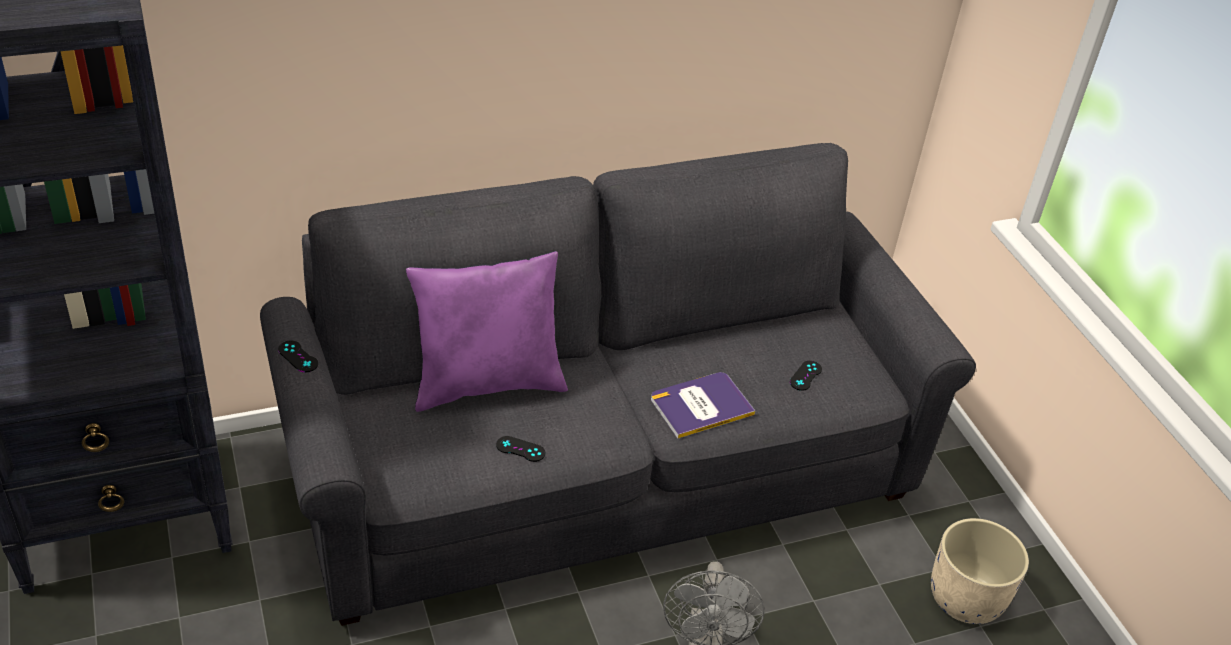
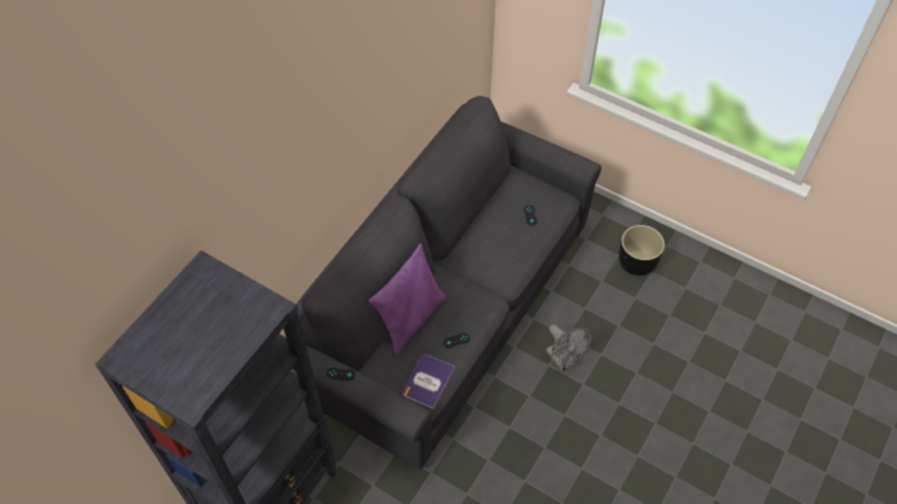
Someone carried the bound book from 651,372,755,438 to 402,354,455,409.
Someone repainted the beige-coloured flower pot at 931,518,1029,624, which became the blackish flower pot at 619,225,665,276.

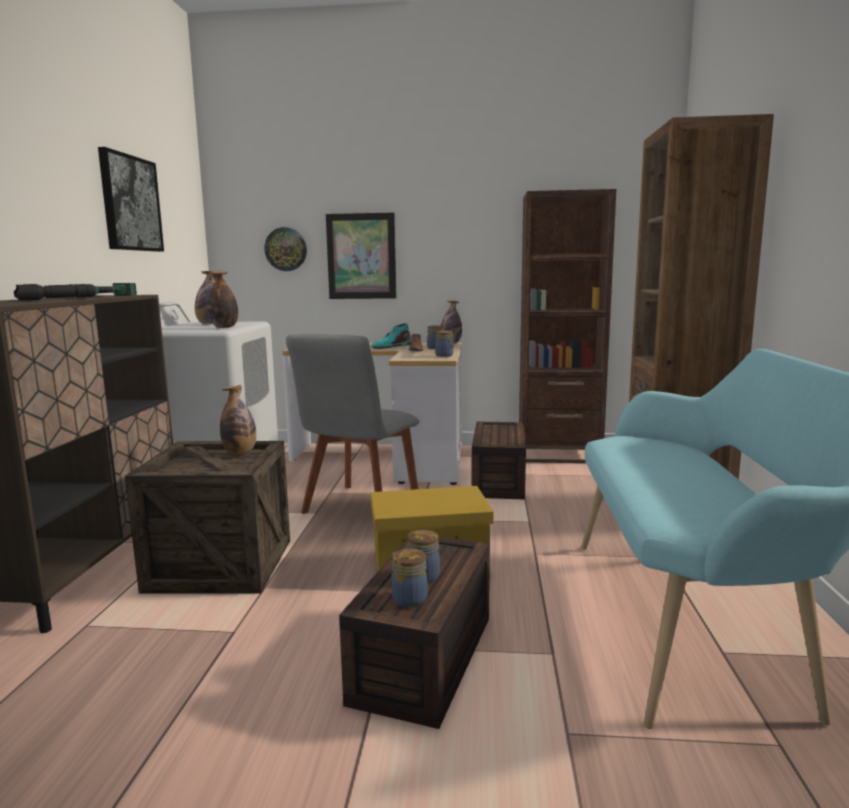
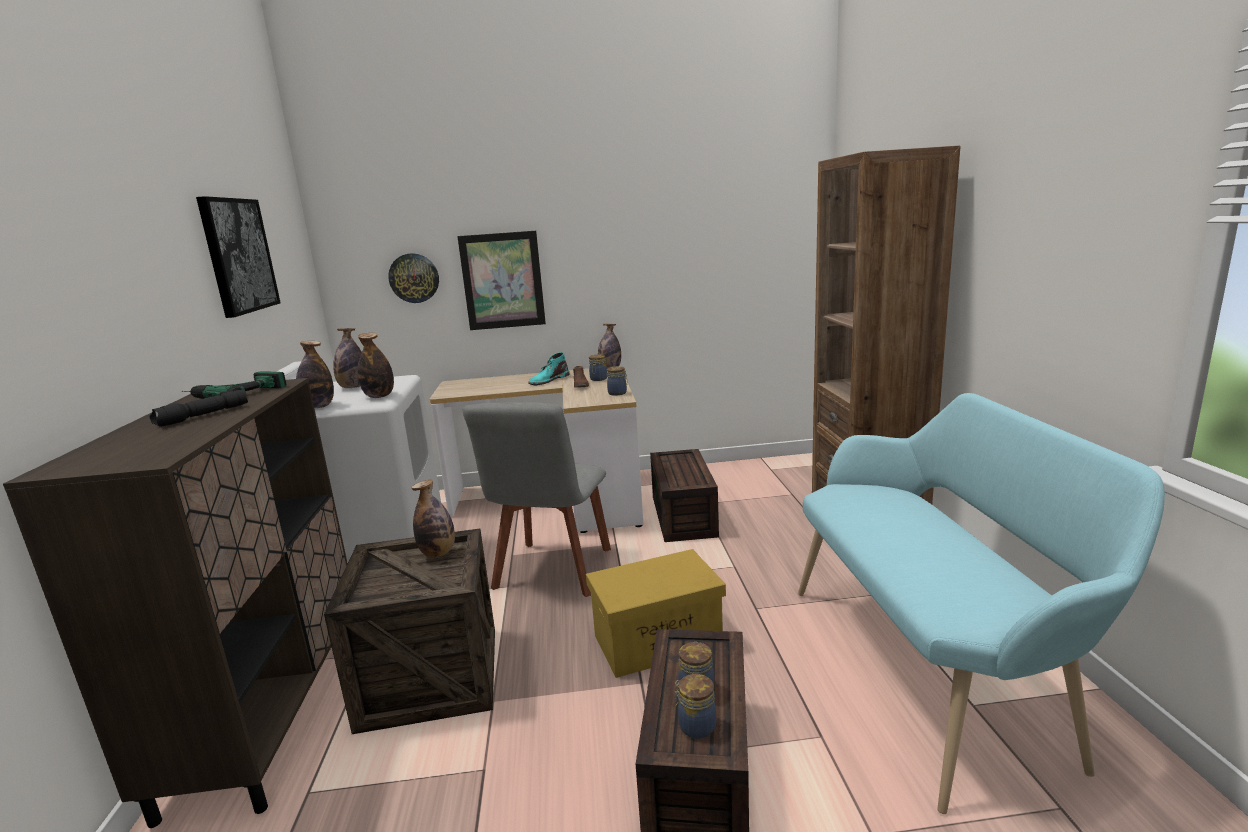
Someone took away the brown bookshelf at 519,189,616,463.
Someone put down the bottle at 296,341,334,408.

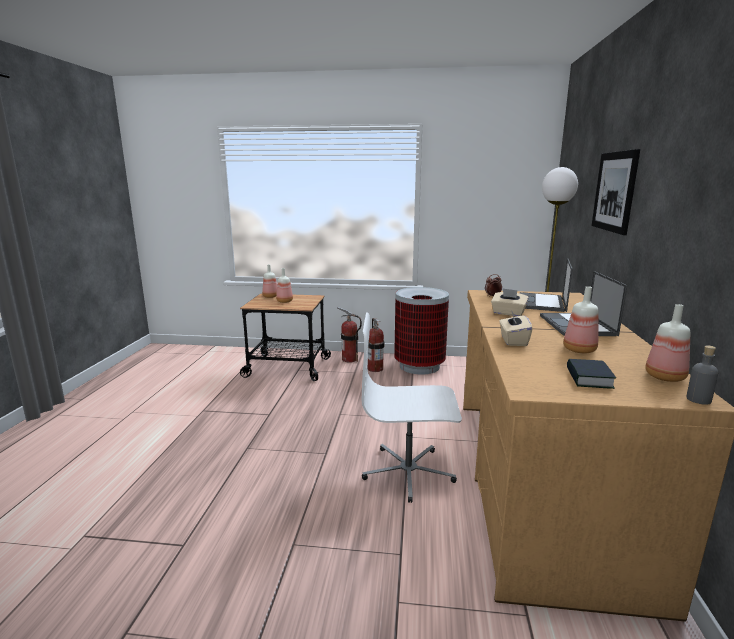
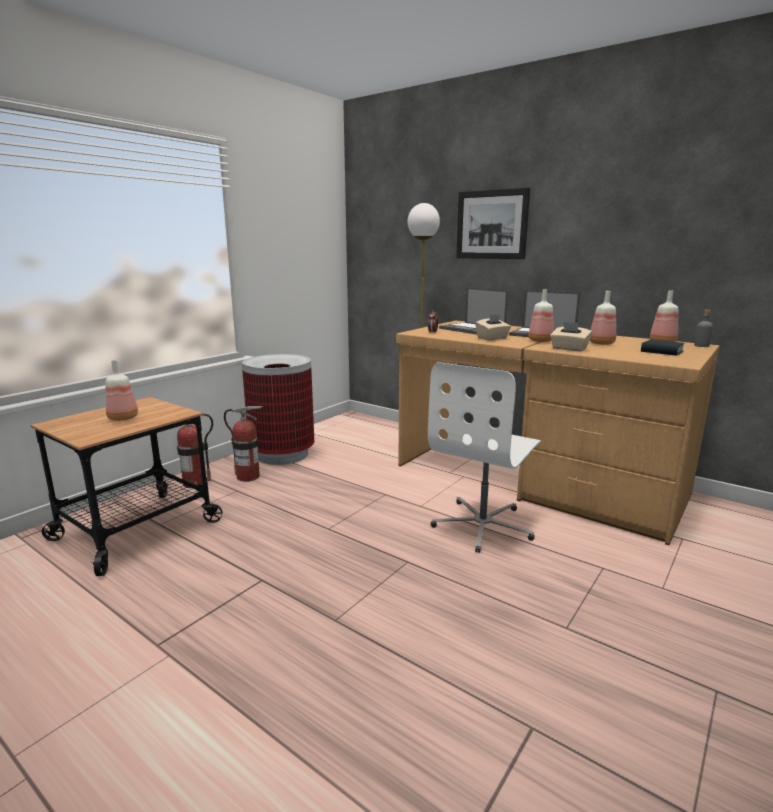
Someone carried the bottle from 262,264,277,298 to 529,290,554,342.

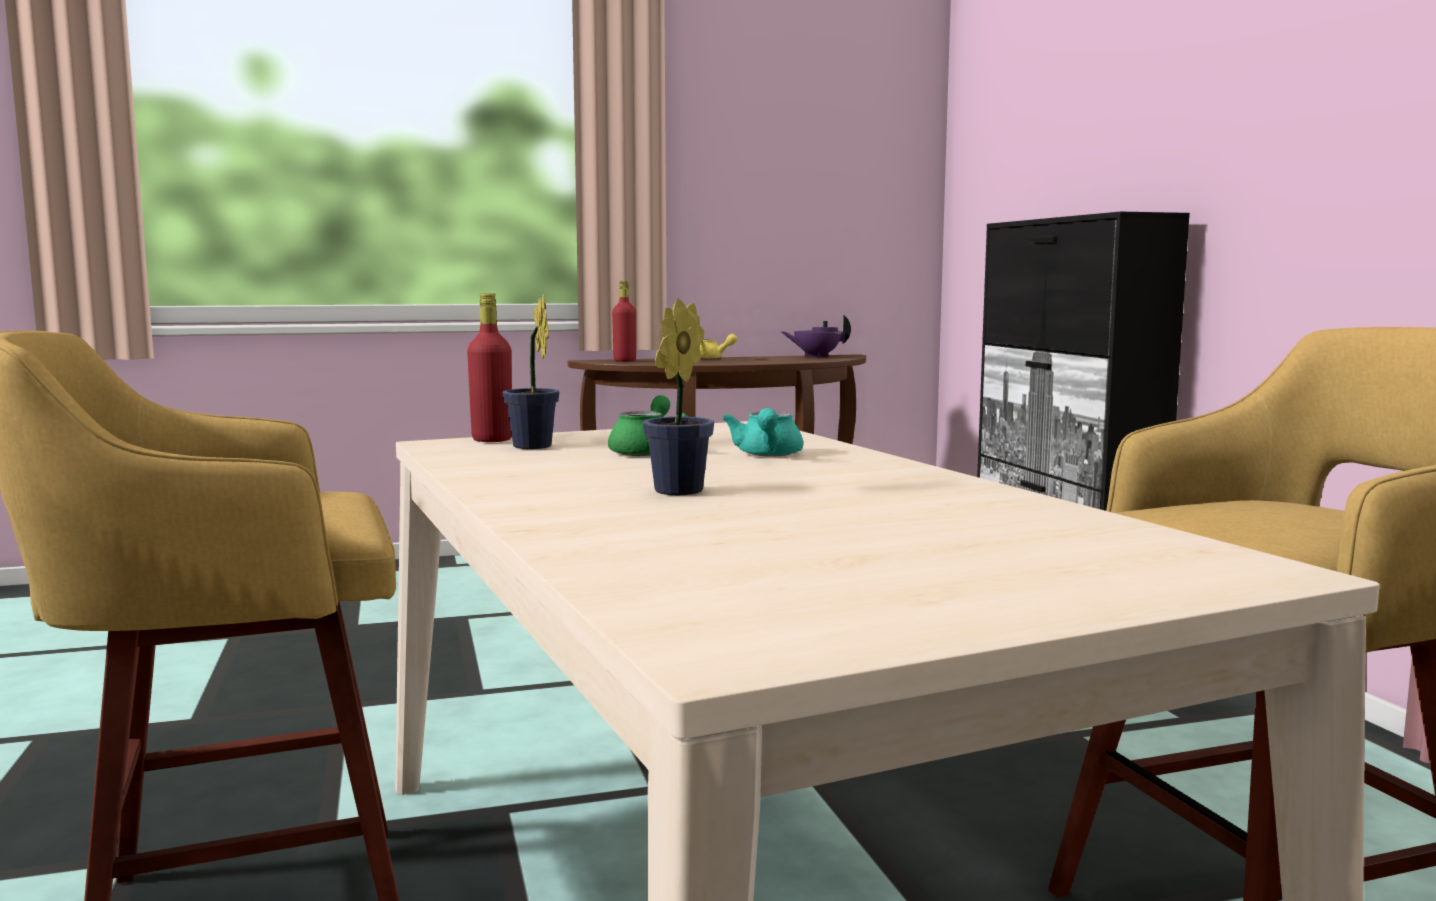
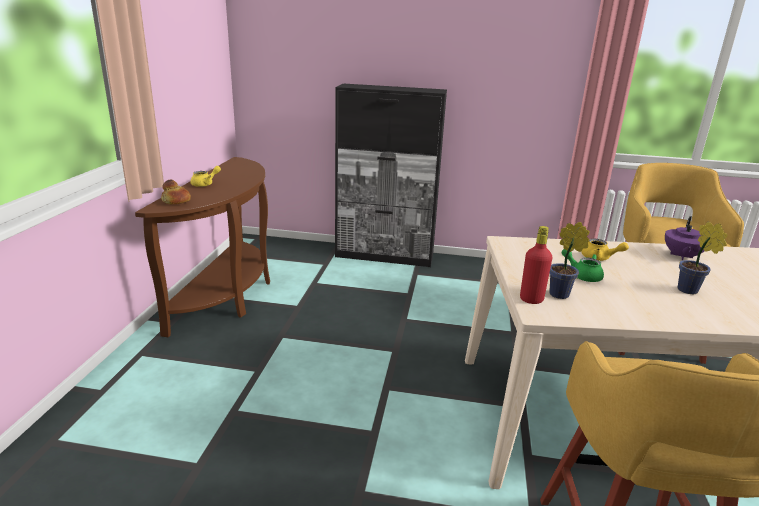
Someone carried the purplish pot for tea from 782,315,851,357 to 665,216,704,260.
Someone swapped the red bottle at 612,281,636,362 for the bakery bread at 161,180,191,204.
Someone repainted the turquoise pot for tea at 723,408,803,456, which became the yellow pot for tea at 581,239,629,261.

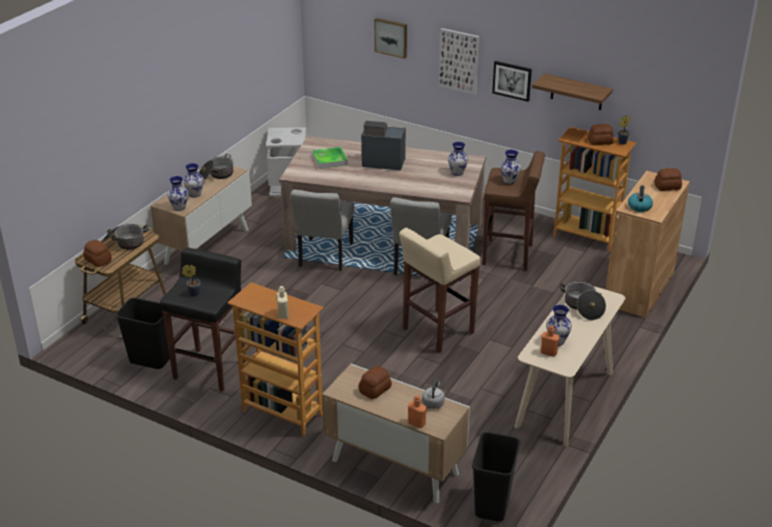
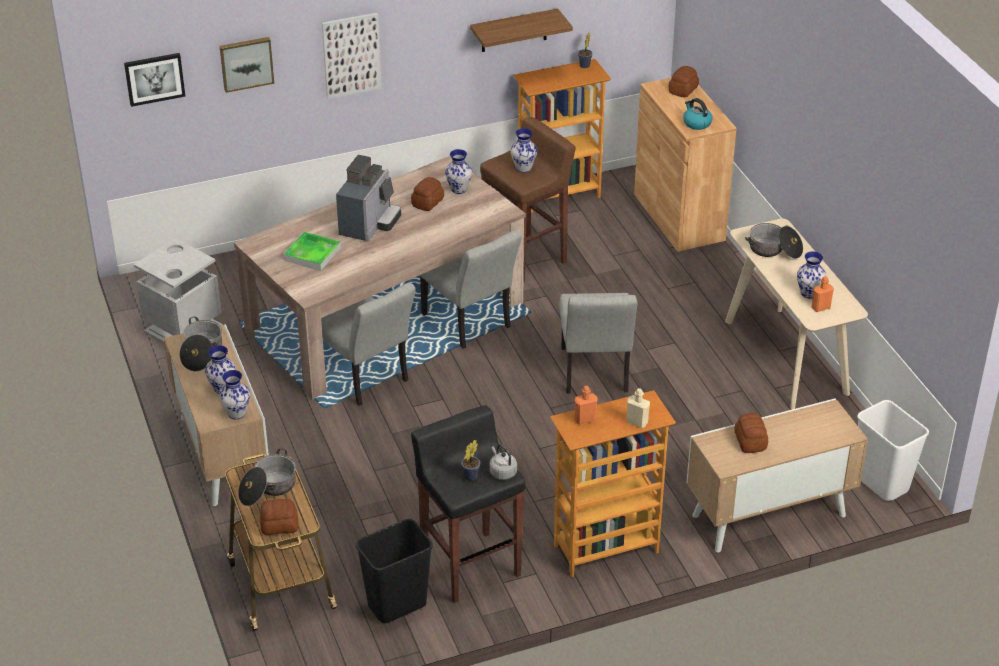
Someone carried the orange bottle from 408,395,427,428 to 574,386,598,425.
Someone carried the grey kettle from 422,380,445,409 to 489,444,517,480.
Someone carried the wall art from 492,61,532,102 to 124,53,186,107.
Someone carried the bakery bread from 588,124,614,145 to 411,177,444,211.
Someone swapped the beige-coloured stool at 399,228,481,353 for the grey plain chair at 559,293,637,394.
Someone repainted the blackish waste bin at 472,432,520,521, which became the whitish waste bin at 857,400,929,501.
Someone rotated the coffee brewer at 361,121,406,170 by 150 degrees clockwise.

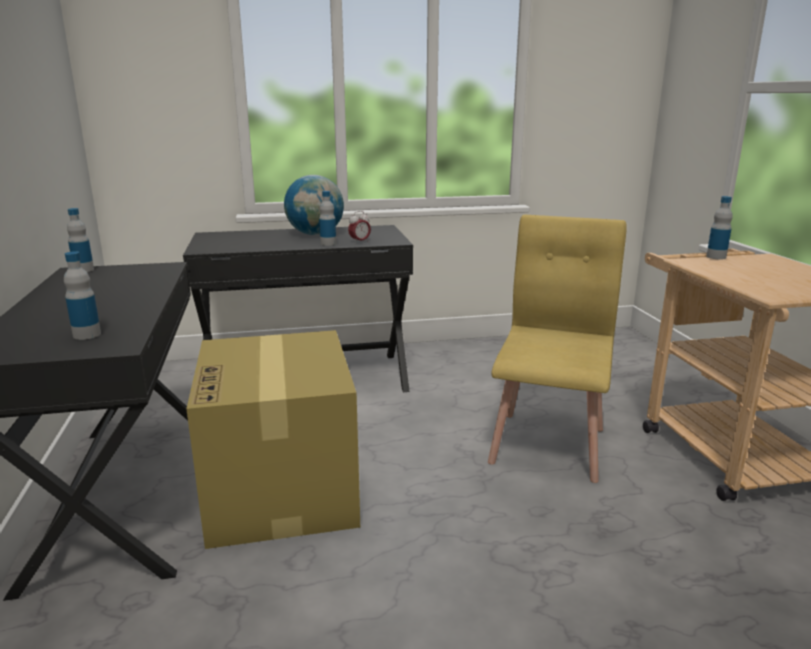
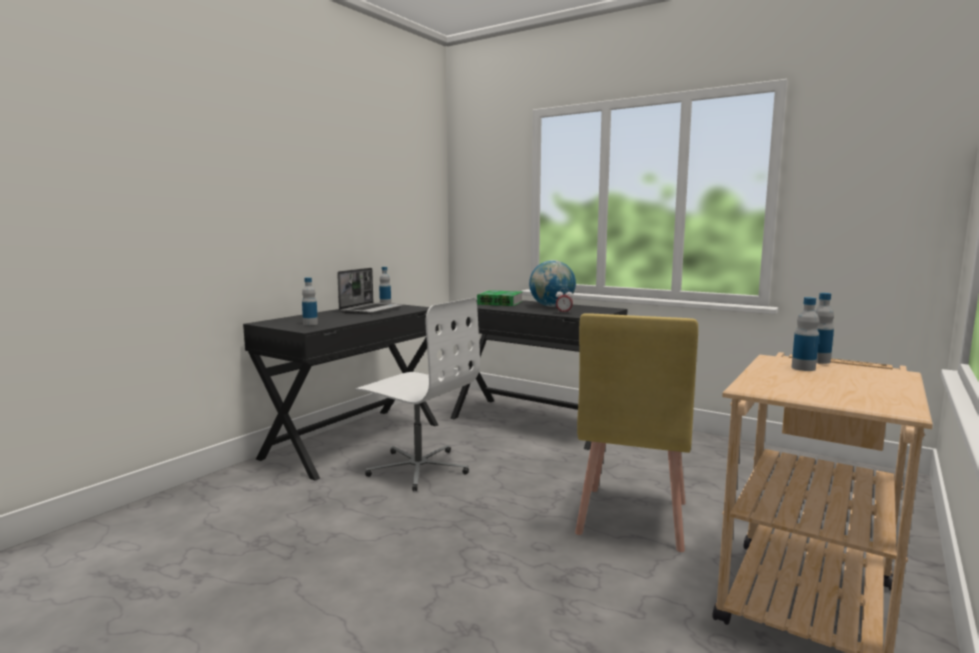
Someone put down the notebook computer at 337,268,403,314.
Someone put down the bound book at 477,290,522,306.
Someone carried the bottle from 319,191,336,246 to 792,297,819,371.
Someone swapped the packing box at 186,330,360,549 for the whitish office chair at 355,298,480,491.
Someone rotated the yellow plain chair at 488,215,627,483 by 135 degrees clockwise.

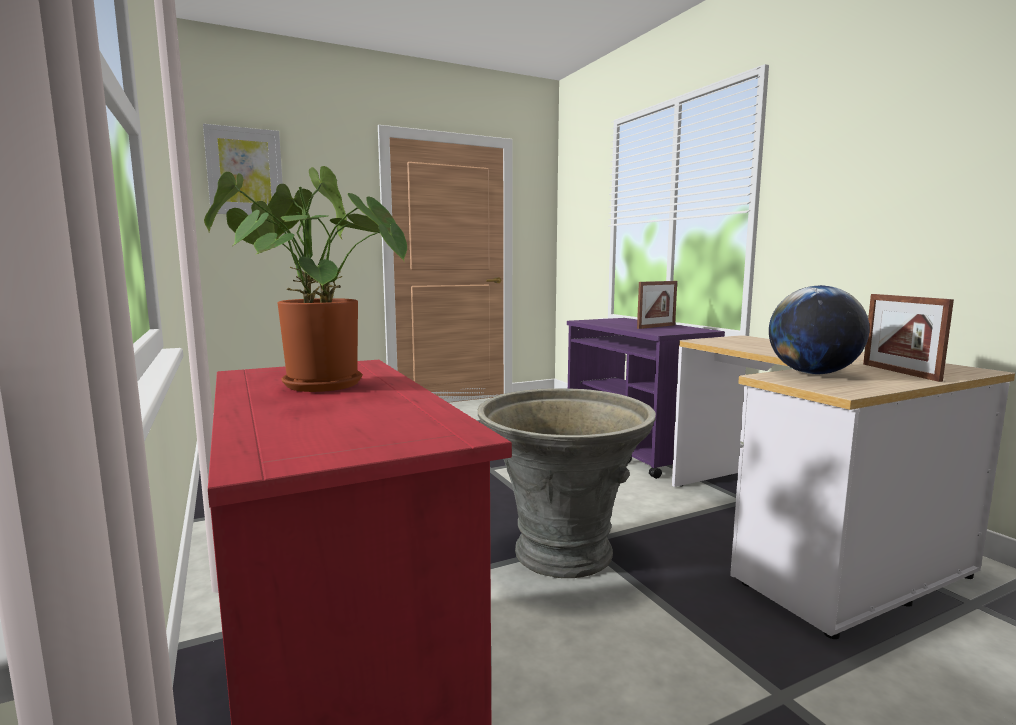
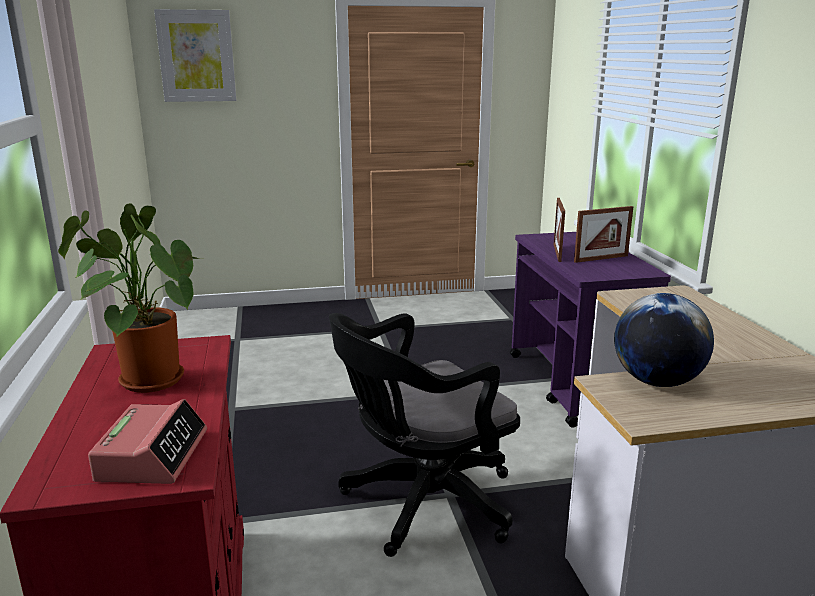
Someone put down the alarm clock at 88,399,207,484.
Someone carried the standing frame from 863,294,954,382 to 554,198,565,262.
Someone swapped the grey flower pot at 478,388,656,578 for the blackish office chair at 329,313,520,557.

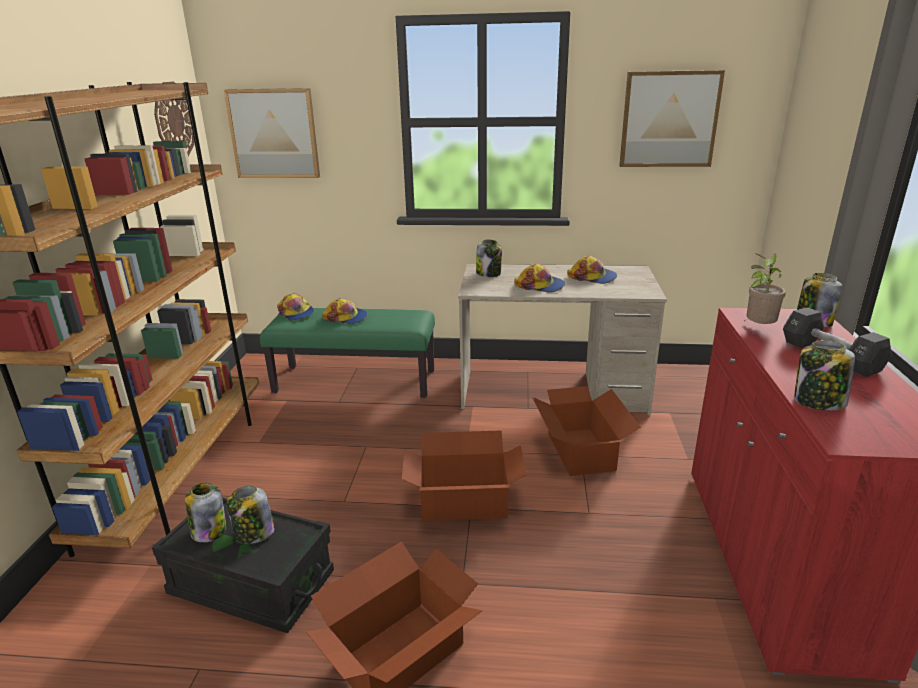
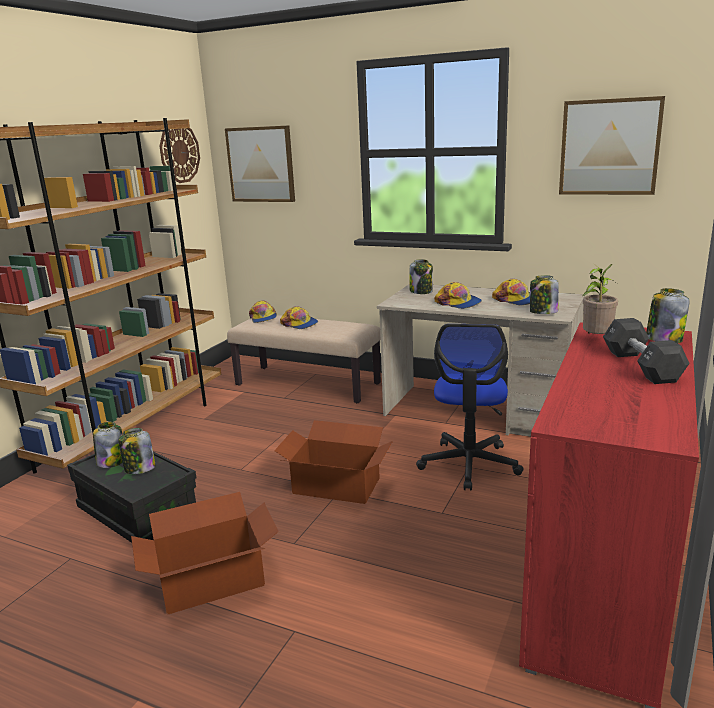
Someone carried the preserve jar from 794,340,855,410 to 530,275,559,314.
Someone swapped the packing box at 532,386,641,476 for the office chair at 416,324,524,491.
Someone repainted the green-coloured long seat at 260,308,435,398, which became the beige-coloured long seat at 227,315,381,403.

